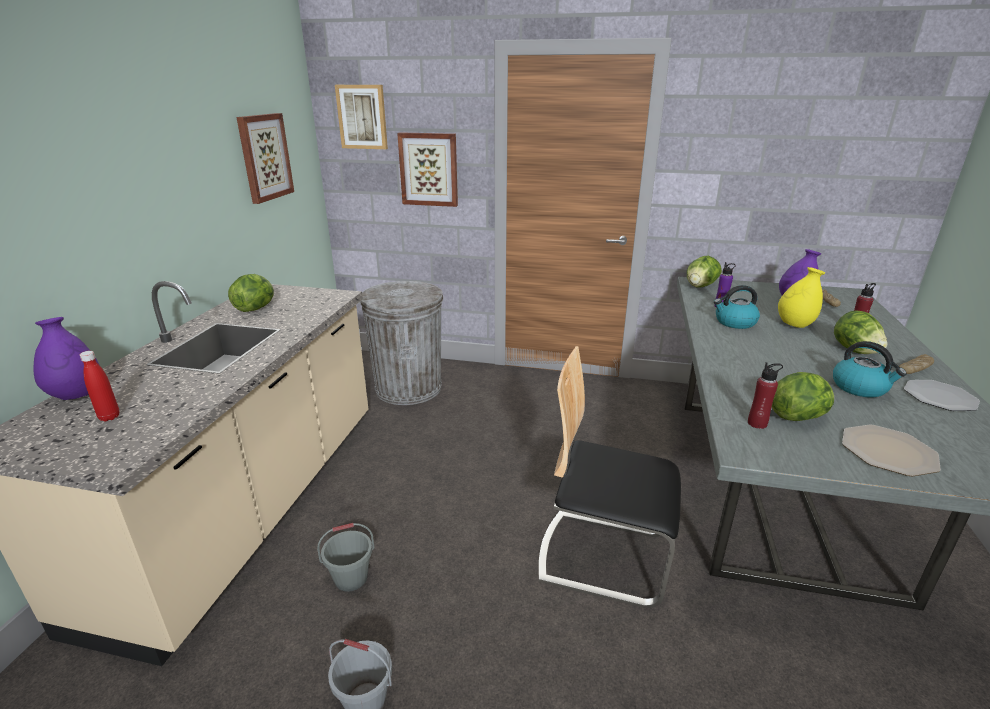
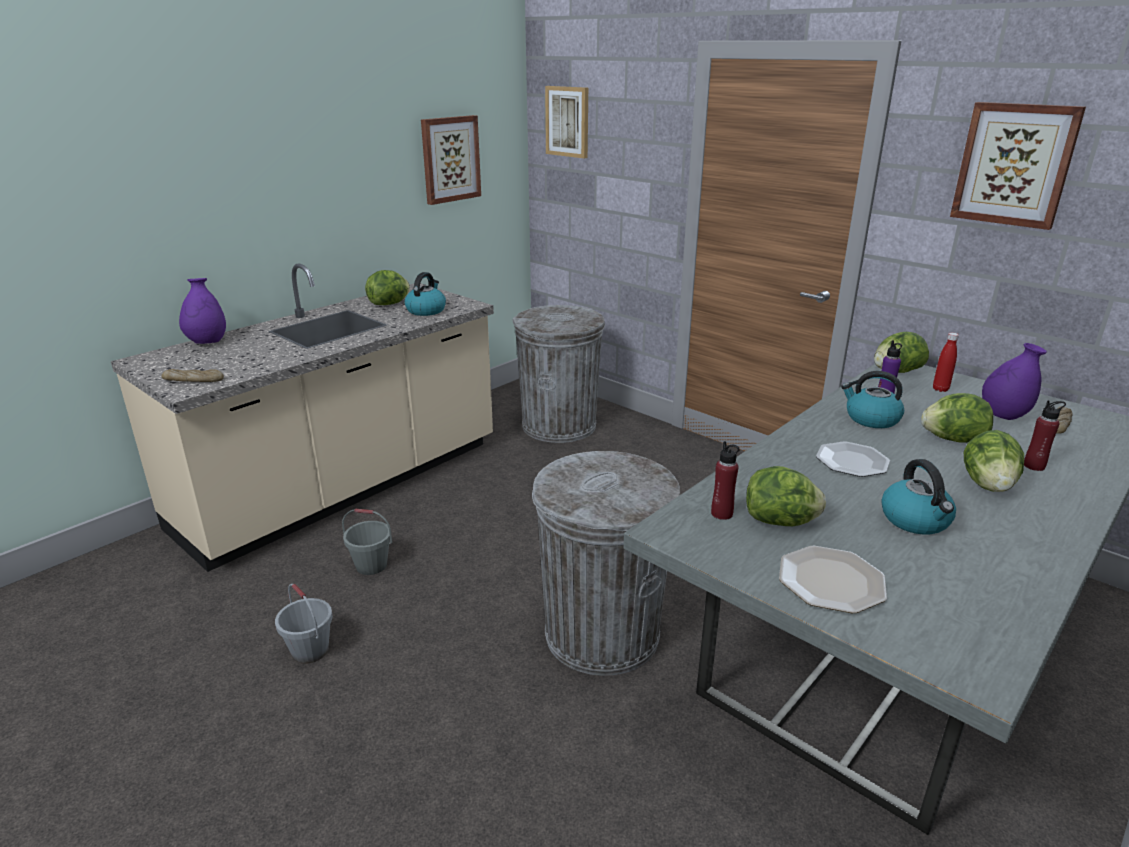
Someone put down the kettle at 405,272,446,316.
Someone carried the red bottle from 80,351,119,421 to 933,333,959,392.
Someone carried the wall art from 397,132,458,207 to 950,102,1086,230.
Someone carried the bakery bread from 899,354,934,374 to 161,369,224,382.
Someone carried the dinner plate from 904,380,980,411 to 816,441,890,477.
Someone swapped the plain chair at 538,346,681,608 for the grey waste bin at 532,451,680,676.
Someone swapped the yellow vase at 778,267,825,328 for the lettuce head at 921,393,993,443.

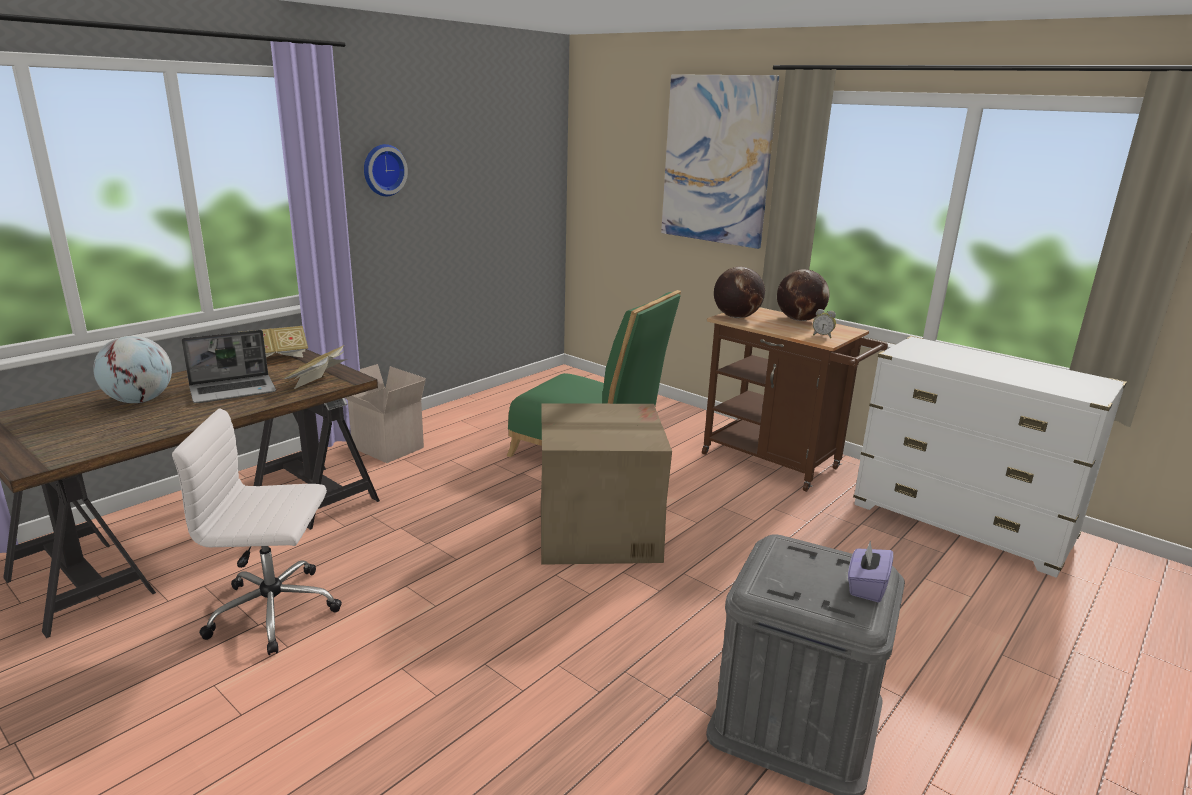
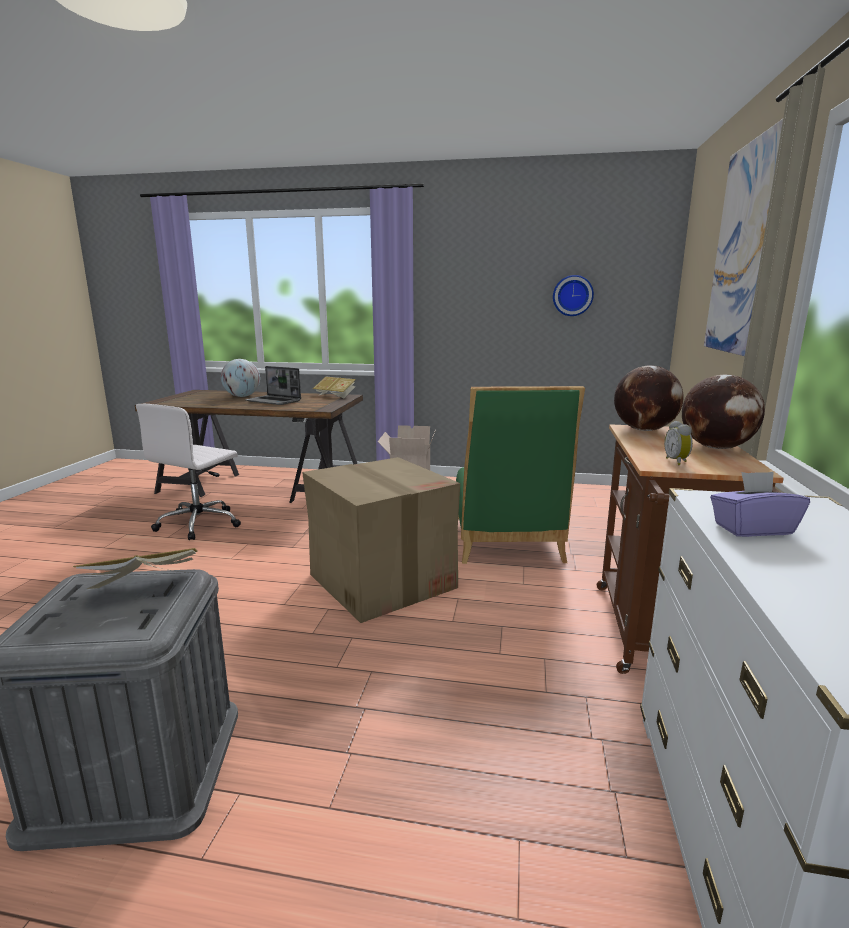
Someone carried the bound book from 283,345,348,389 to 73,548,198,589.
Someone carried the hanging clock from 364,144,408,196 to 553,275,594,316.
Someone carried the purplish tissue holder from 848,541,893,602 to 710,472,810,537.
Someone rotated the whitish office chair at 172,408,342,655 by 120 degrees counterclockwise.

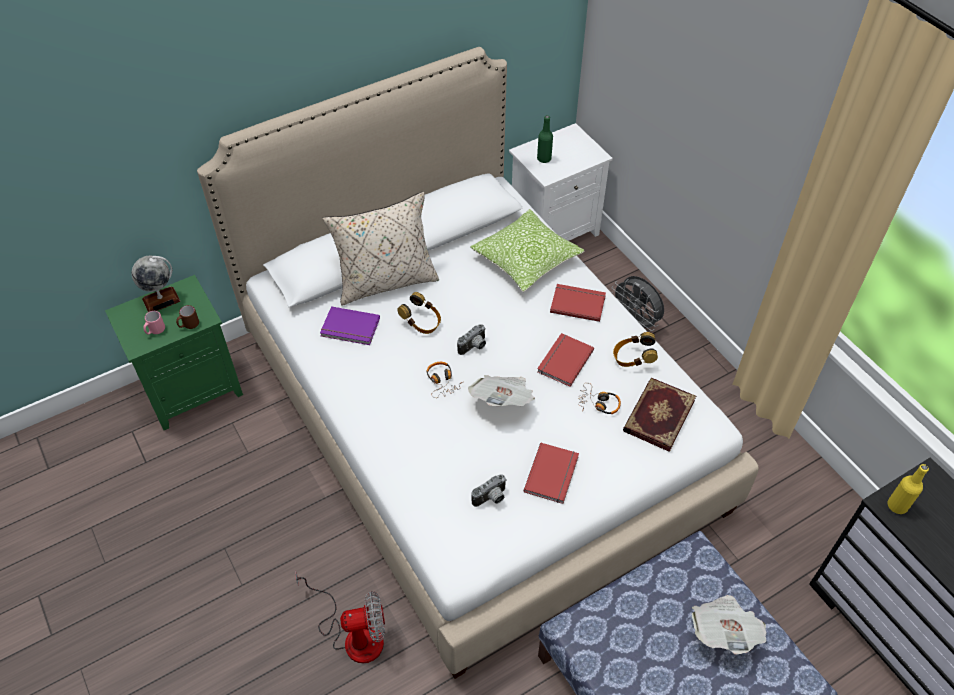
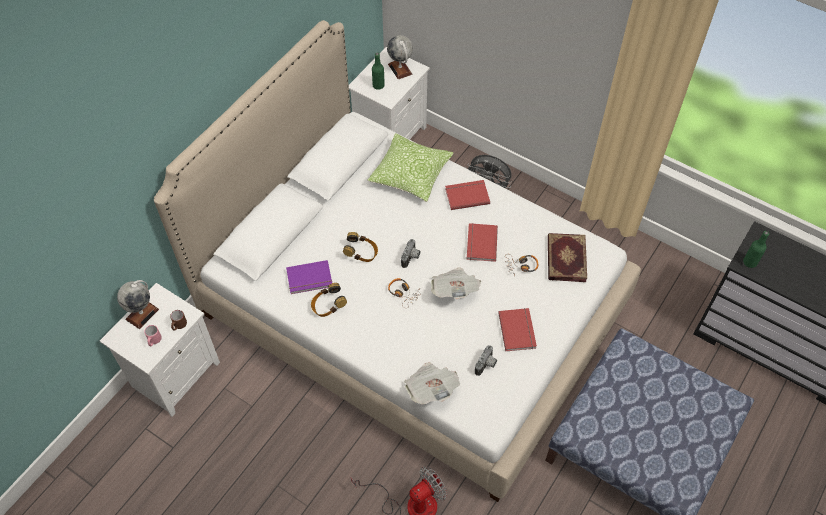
Someone took away the beige-coloured cushion at 322,192,439,306.
Someone put down the desk globe at 387,35,413,80.
Someone carried the headphones from 613,332,658,367 to 311,283,347,317.
Someone carried the printed paper from 692,595,767,654 to 404,362,460,404.
Someone repainted the green-coloured nightstand at 105,275,243,430, which became the whitish nightstand at 100,283,220,417.
Someone repainted the yellow bottle at 888,464,929,514, which became the green-coloured bottle at 743,231,769,268.

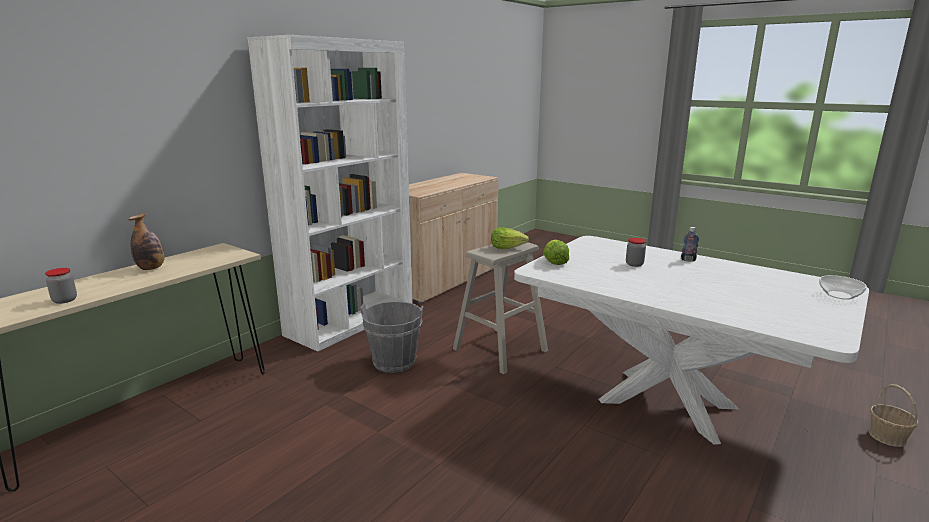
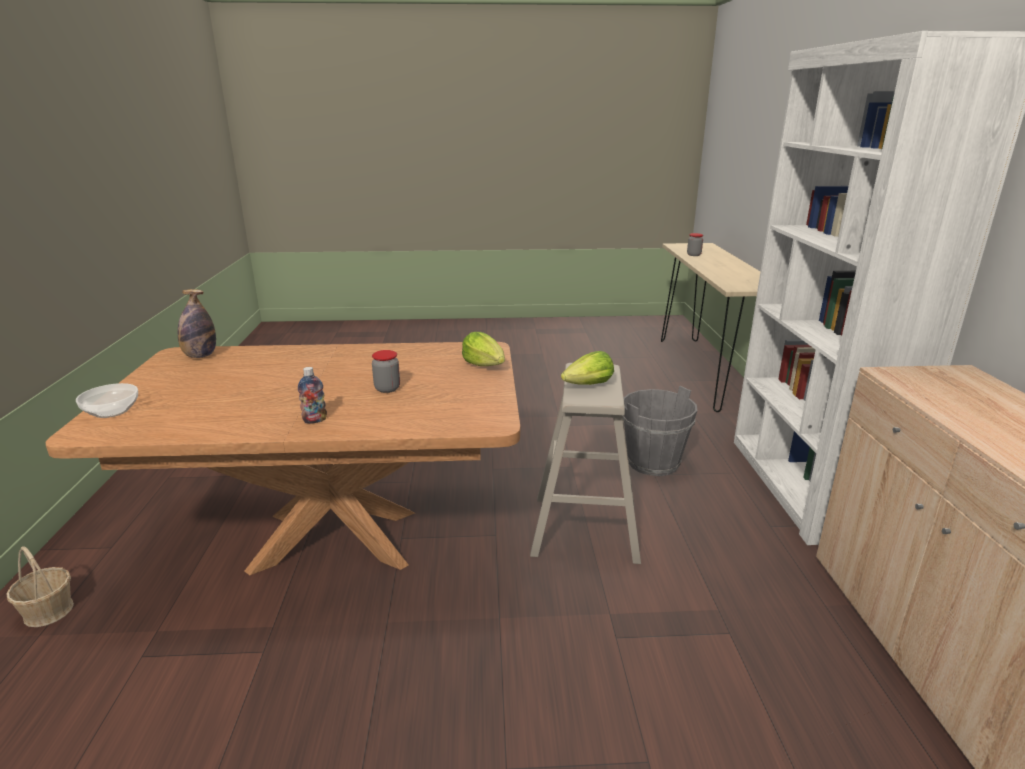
Someone carried the bottle from 128,214,164,270 to 178,289,216,358.
Someone repainted the whitish dining table at 514,236,869,445, which became the brown dining table at 46,342,520,575.

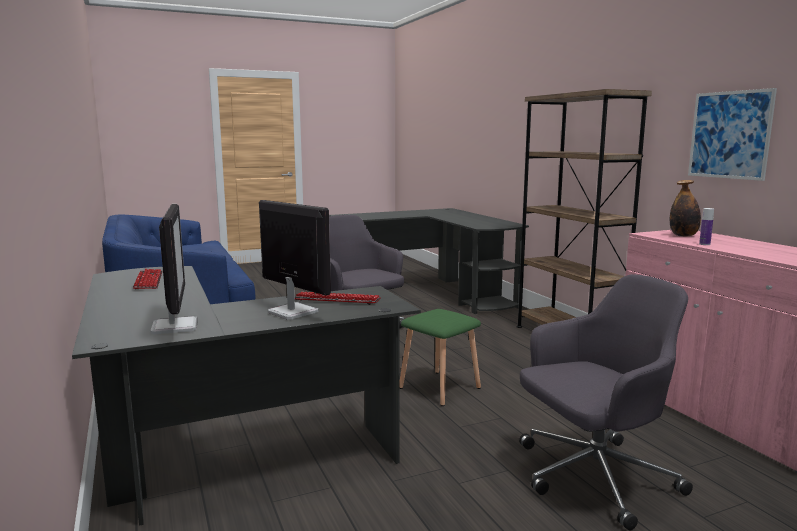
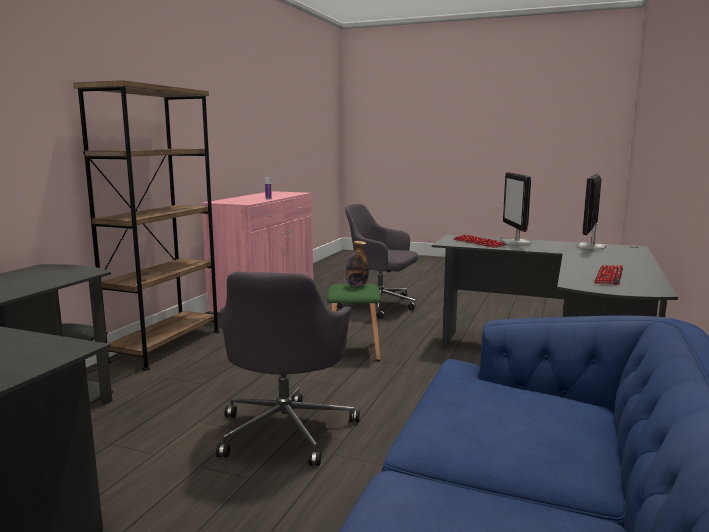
Someone took away the wall art at 688,88,777,181.
Someone carried the bottle from 670,180,701,237 to 346,241,369,287.

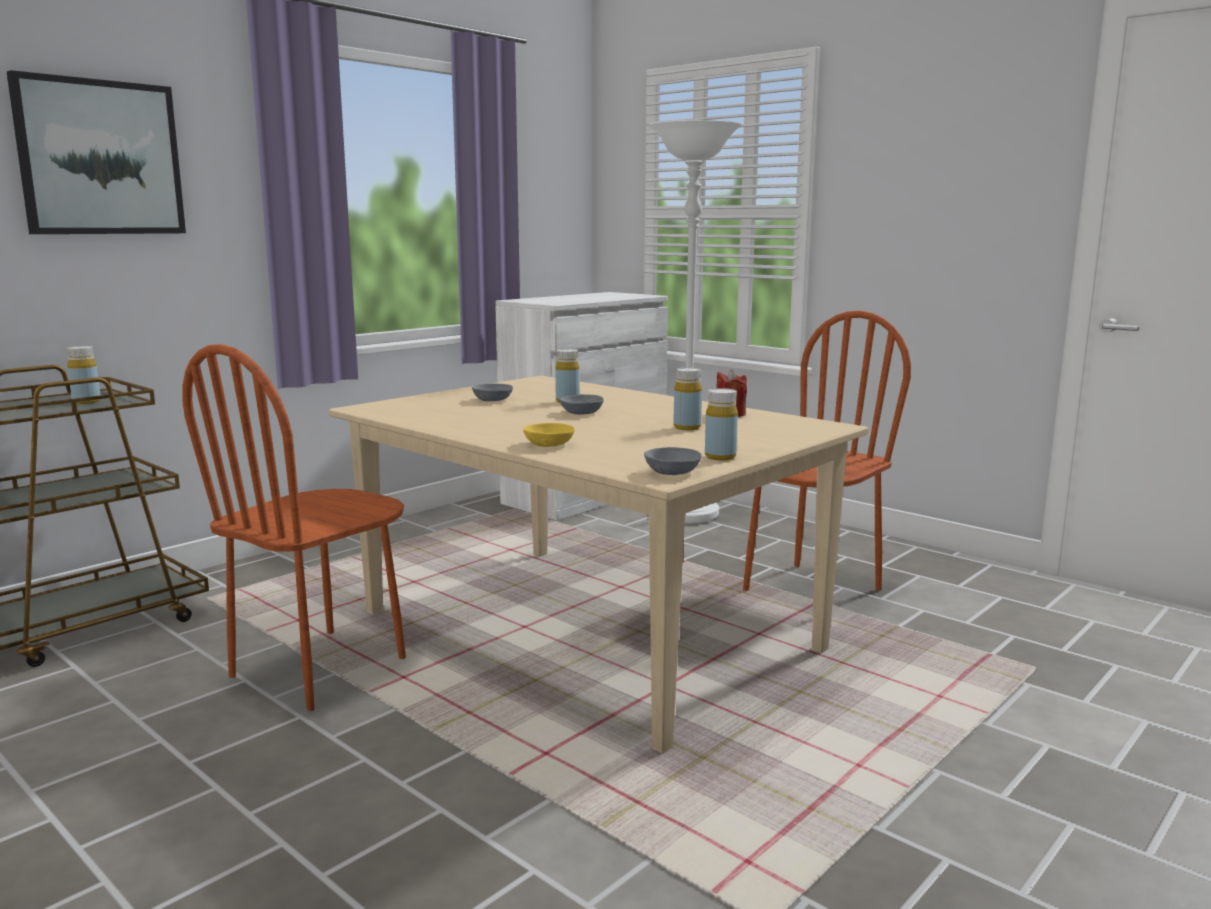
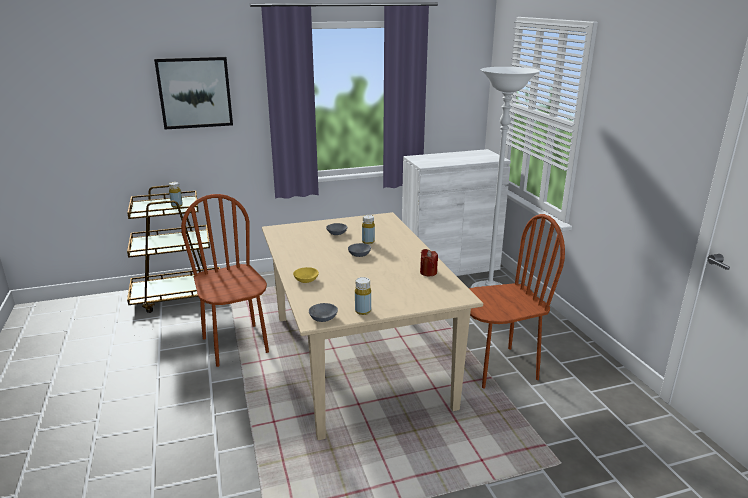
Someone took away the yellow bottle at 673,368,702,430.
Someone rotated the brown plain chair at 183,344,406,711 by 90 degrees clockwise.

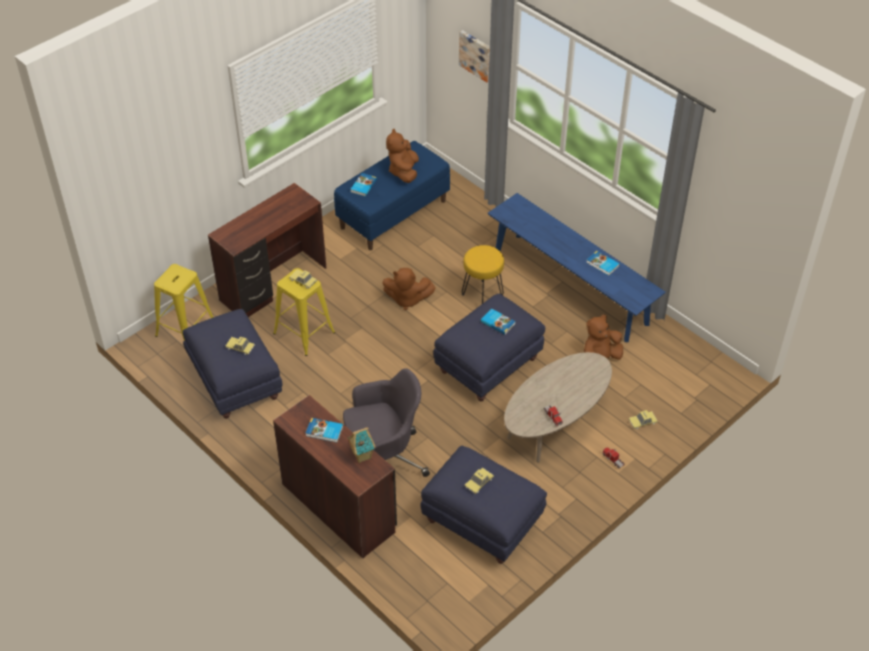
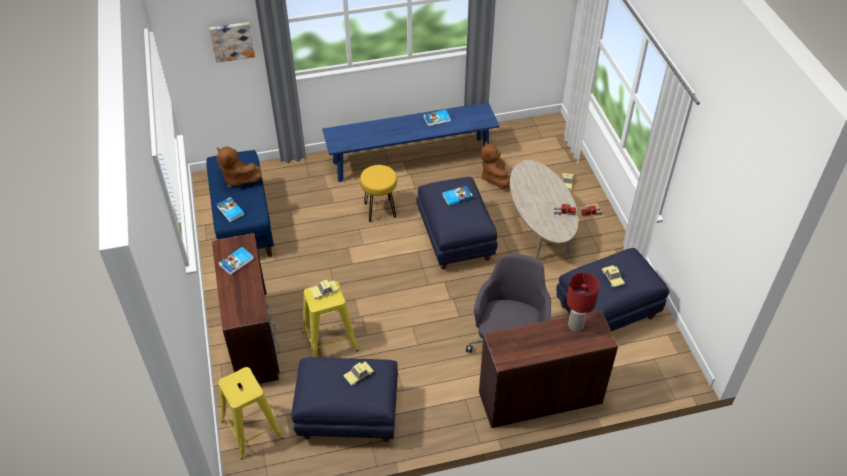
Someone took away the brown plush toy at 382,268,435,310.
Someone carried the bound book from 306,418,343,442 to 218,247,254,275.
Someone swapped the model house at 347,427,376,463 for the red tabletop lamp at 566,272,600,332.

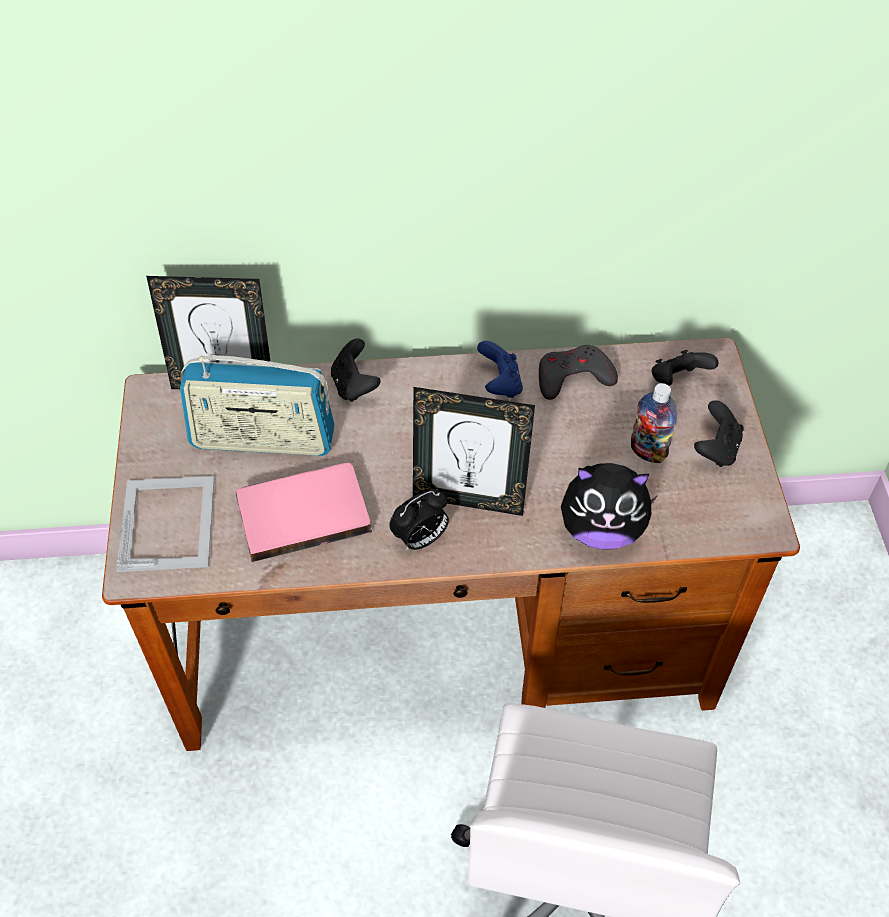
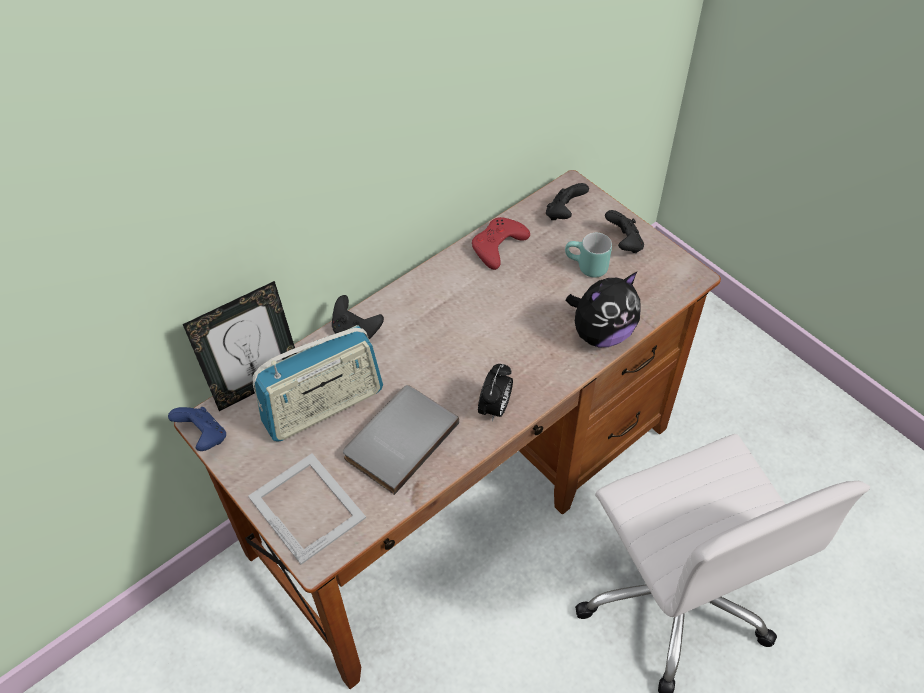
Someone took away the standing frame at 413,387,535,516.
Someone carried the bluish joypad from 477,341,523,398 to 168,407,226,451.
Someone swapped the bottle at 631,383,677,463 for the turquoise mug at 565,233,612,278.
Someone repainted the pink bound book at 236,463,372,562, which became the grey bound book at 343,385,459,495.
Someone repainted the grey joypad at 539,345,618,400, which became the red joypad at 472,217,530,270.

